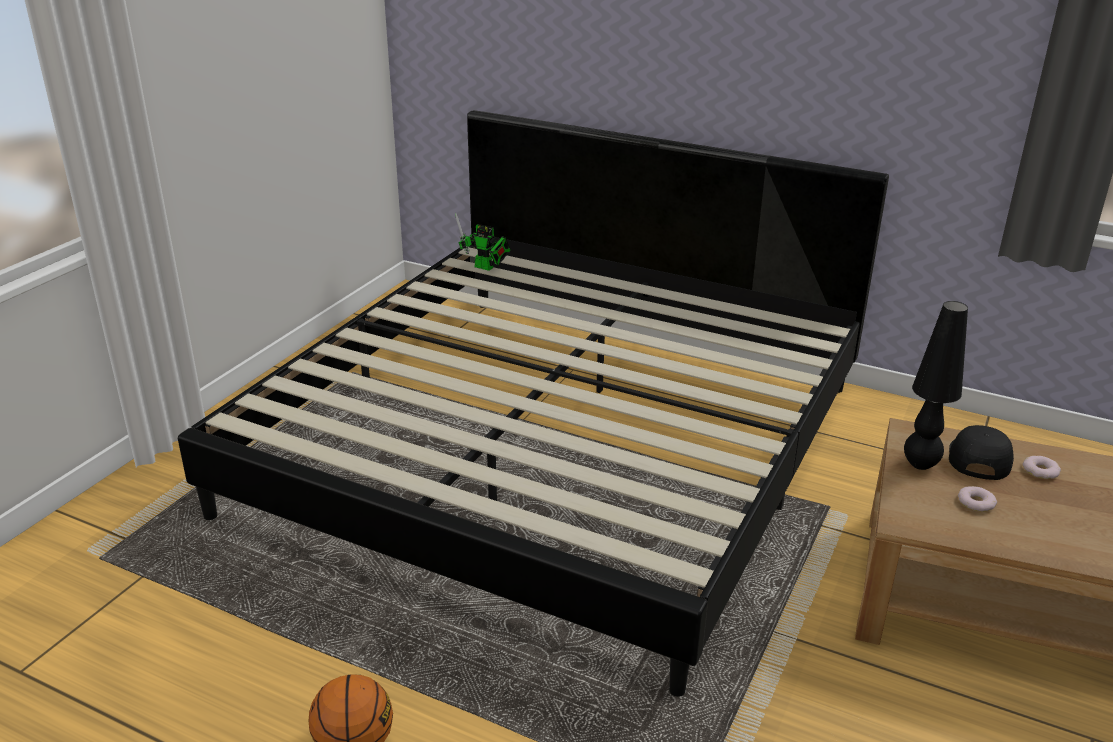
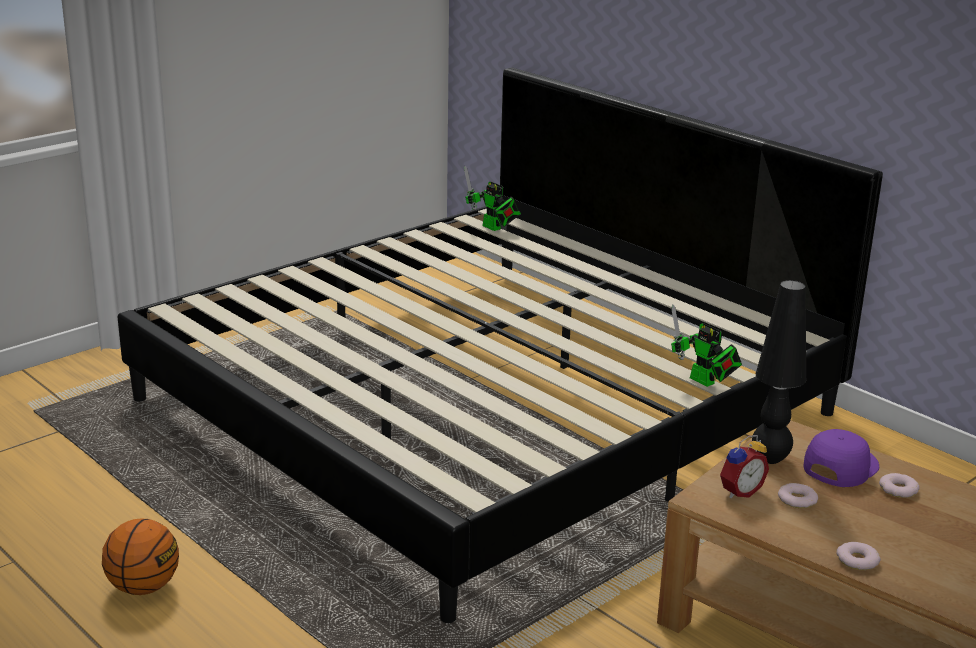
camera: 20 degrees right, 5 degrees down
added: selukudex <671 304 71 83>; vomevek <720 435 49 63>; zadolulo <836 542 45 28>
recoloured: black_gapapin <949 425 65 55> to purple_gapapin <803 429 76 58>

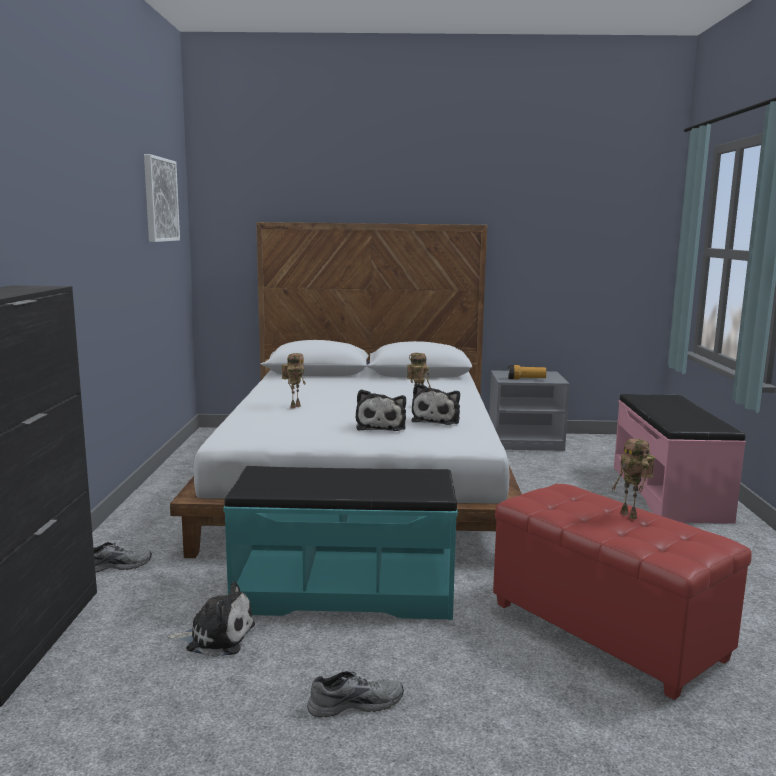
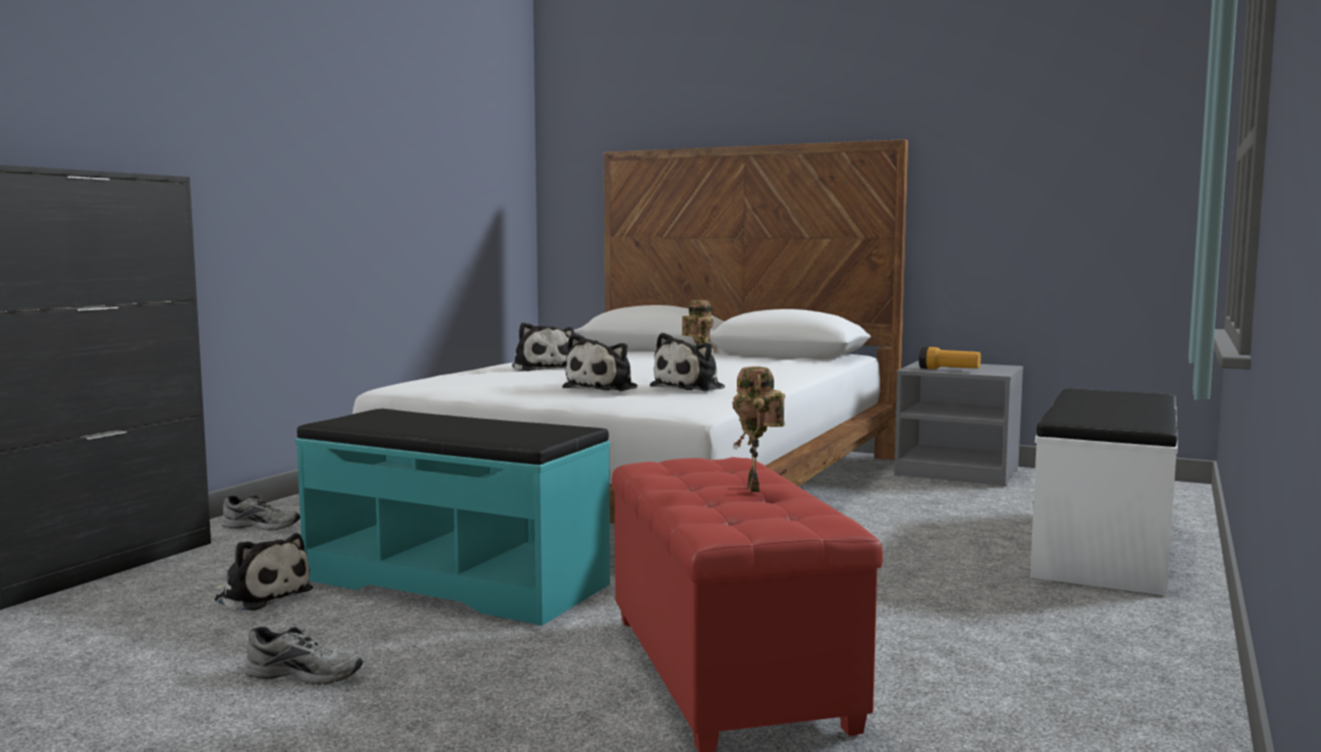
camera: 25 degrees right, 5 degrees down
removed: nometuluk <144 154 36 88>
replaced: selukudex <281 353 25 56> to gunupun <512 323 63 48>
recoloured: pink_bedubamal <614 394 132 130> to white_bedubamal <1030 388 148 208>

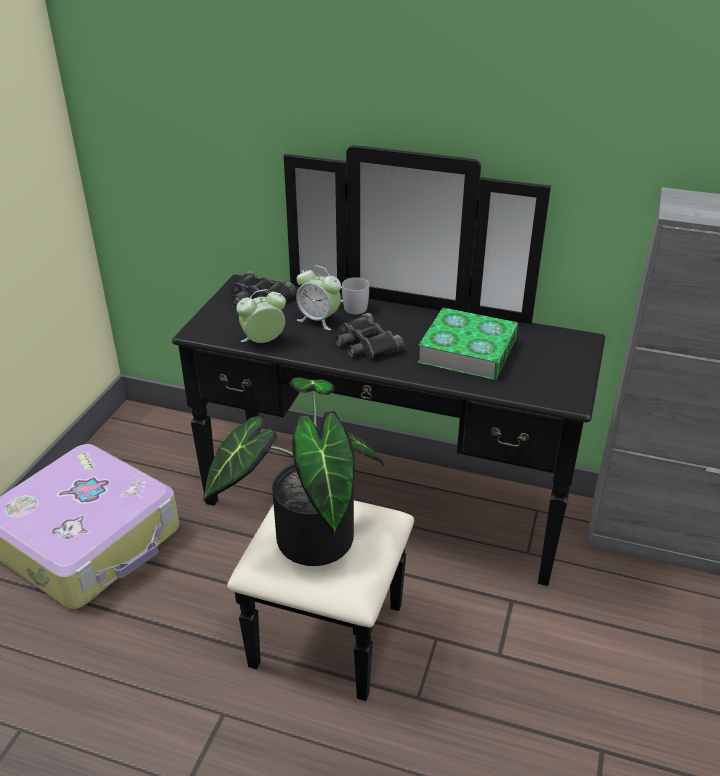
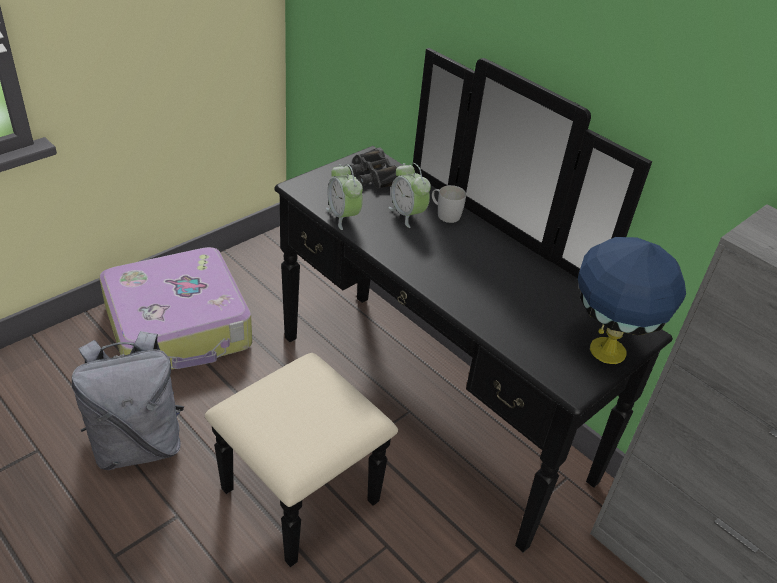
camera: 25 degrees right, 5 degrees up
removed: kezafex <203 377 181 189>; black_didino <335 313 69 46>; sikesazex <418 308 100 72>
added: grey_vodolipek <72 331 112 139>; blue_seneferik <578 237 108 127>
turned: vomevek <236 289 50 54> = <326 164 37 66> 120 degrees counterclockwise

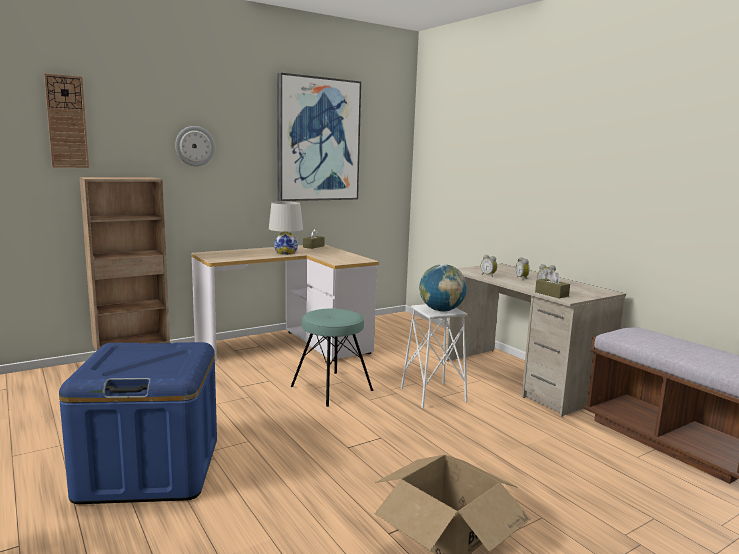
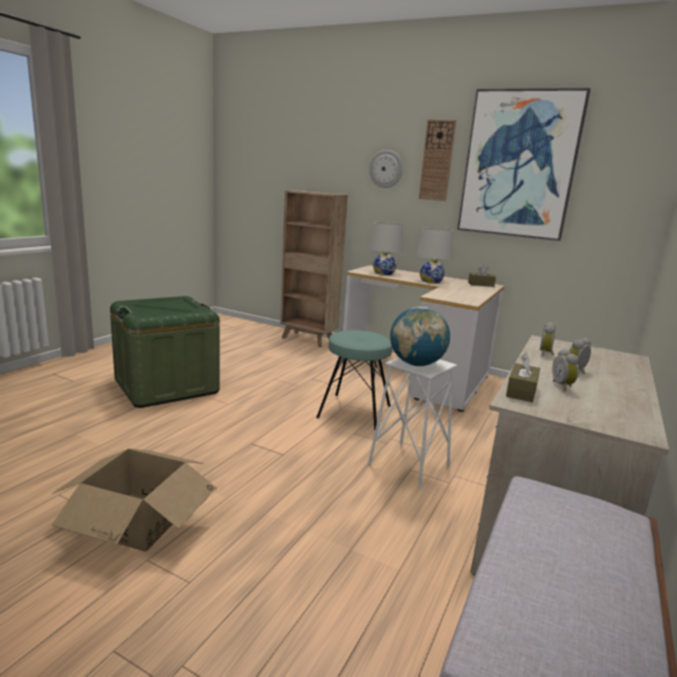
camera: 60 degrees right, 5 degrees up
added: white_seneferik <369 222 34 53>
moved: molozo <44 73 45 95> to <419 120 37 81>
recoloured: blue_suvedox <59 342 158 162> to green_suvedox <110 296 110 112>

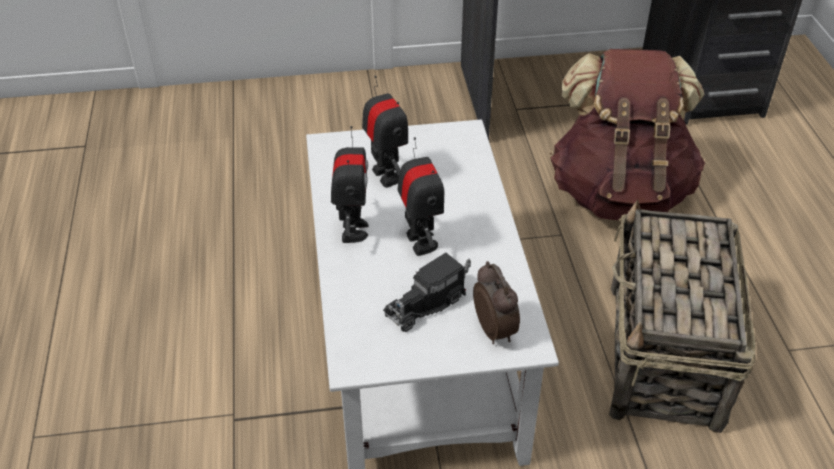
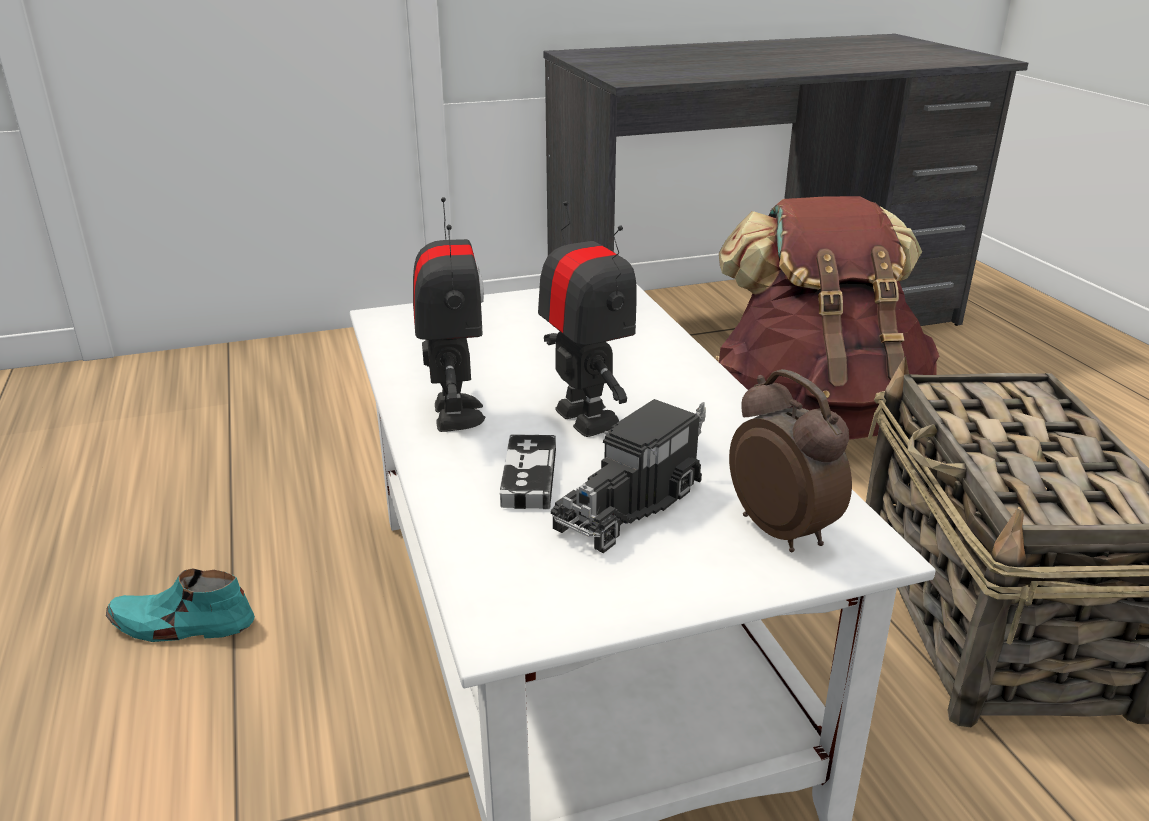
camera: 10 degrees left, 15 degrees down
removed: selukudex <362 75 46 113>
added: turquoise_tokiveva <106 568 149 74>; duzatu <500 434 56 75>

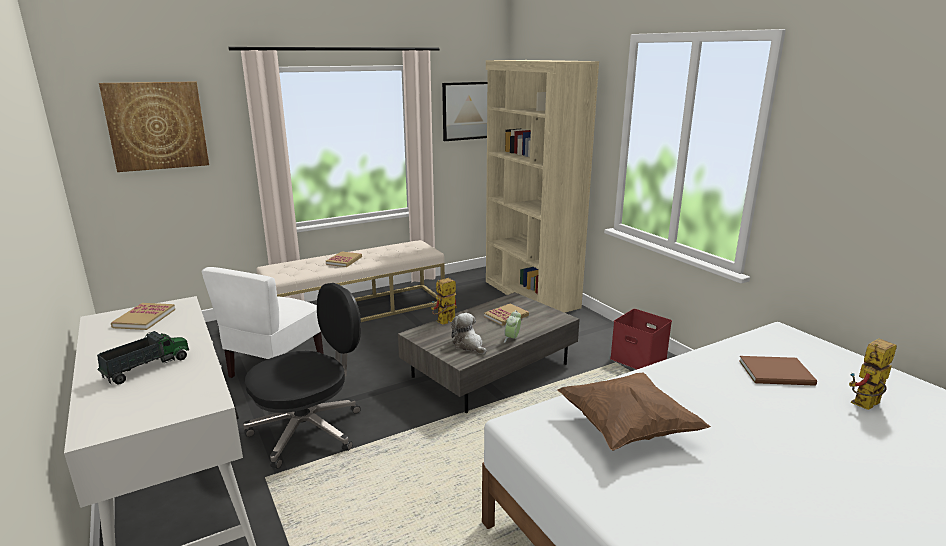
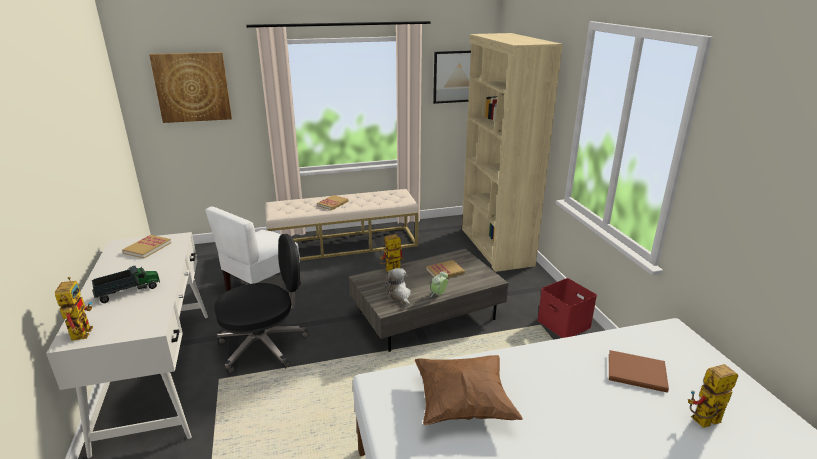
camera: 15 degrees right, 5 degrees up
added: selukudex <55 277 38 64>

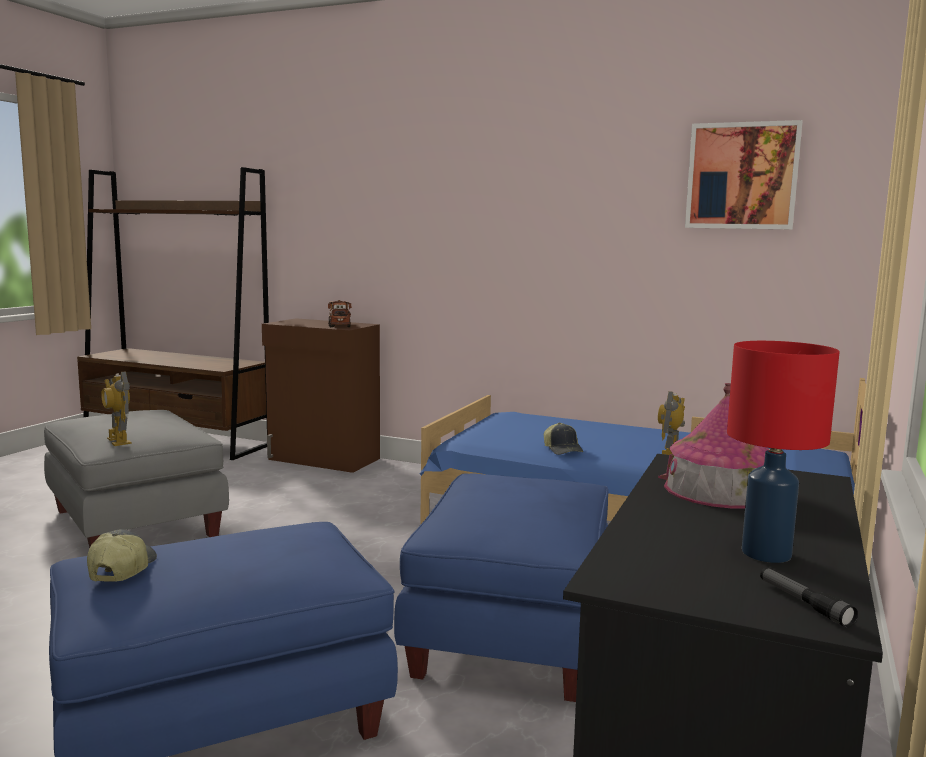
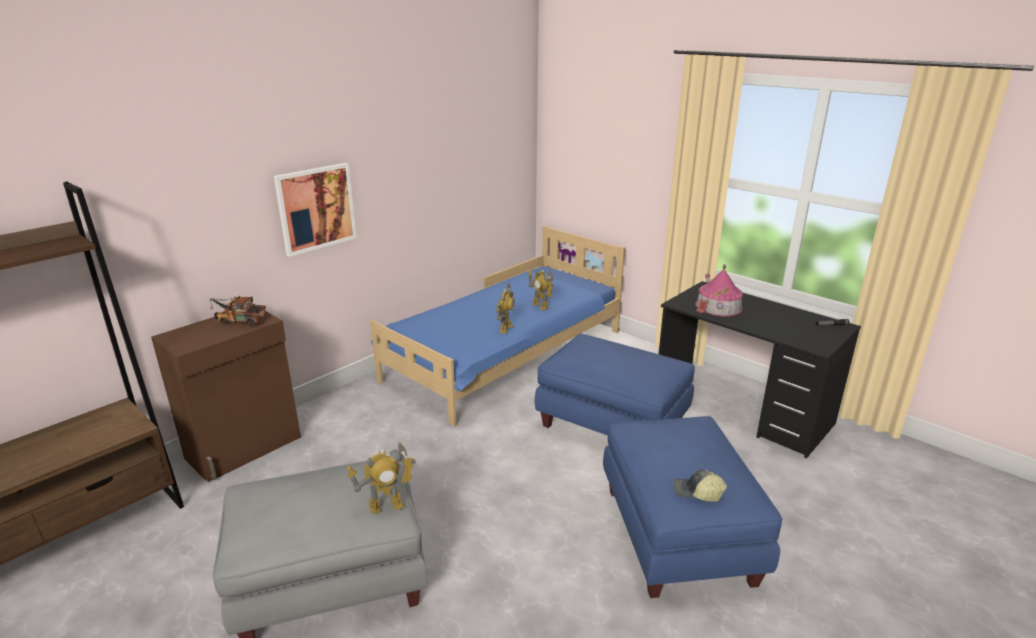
camera: 70 degrees left, 15 degrees up
removed: red_seneferik <727 341 113 222>
moved: nometuluk <685 120 118 110> to <274 163 83 94>
replaced: gapapin <544 423 39 32> to selukudex <496 283 19 51>

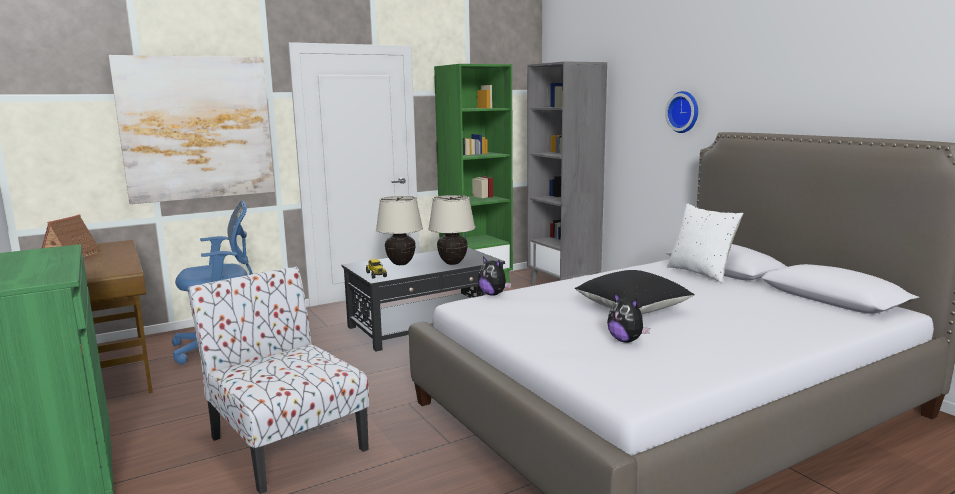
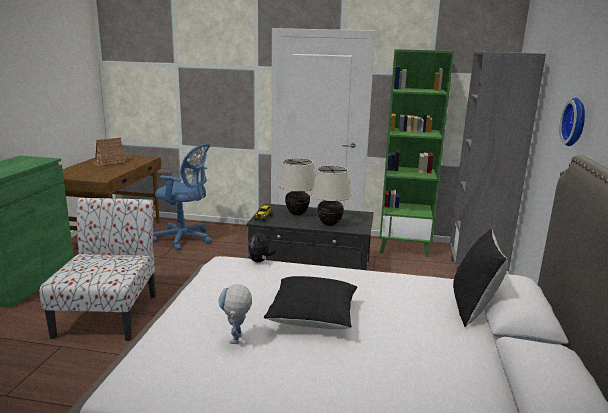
camera: 40 degrees right, 5 degrees up
removed: nometuluk <109 55 166 149>
replaced: gunupun <607 293 43 50> to selukudex <218 284 34 60>
recoloured: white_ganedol <667 203 76 80> to black_ganedol <453 229 55 98>

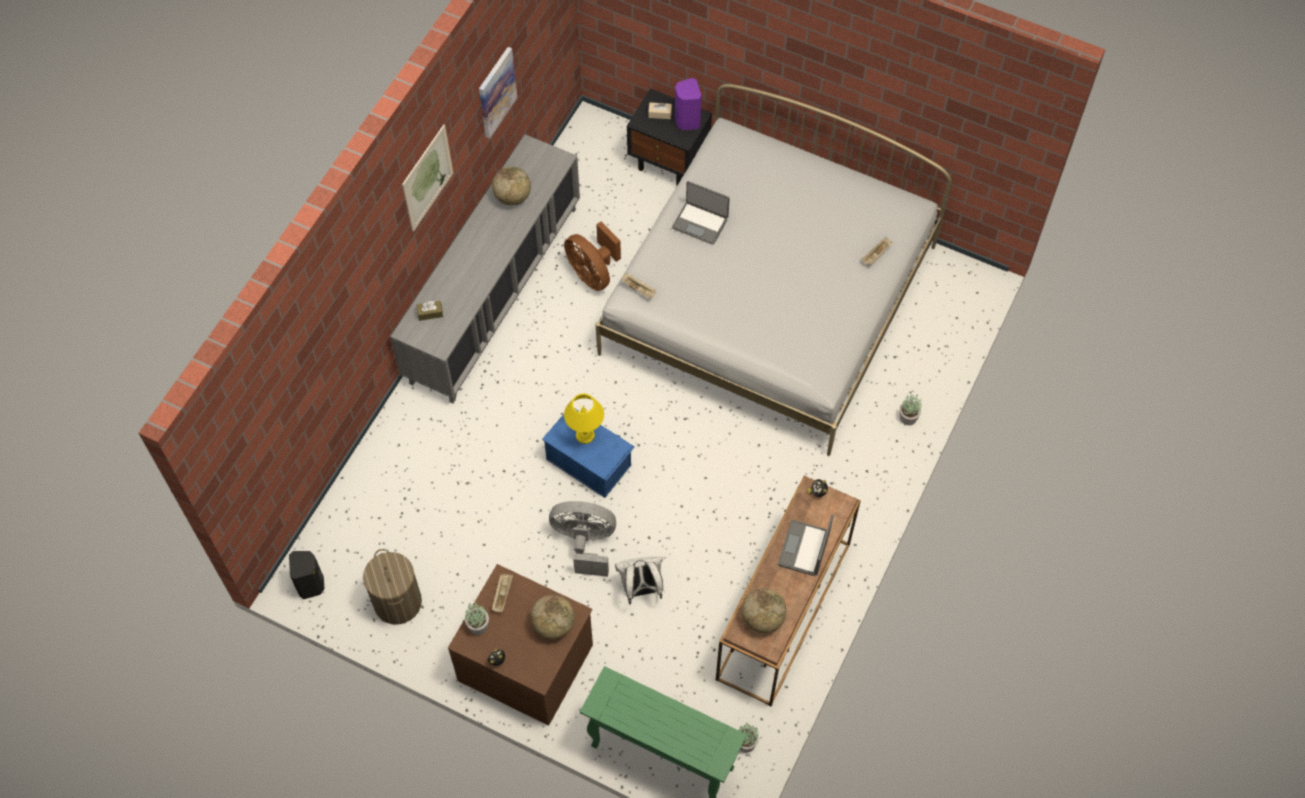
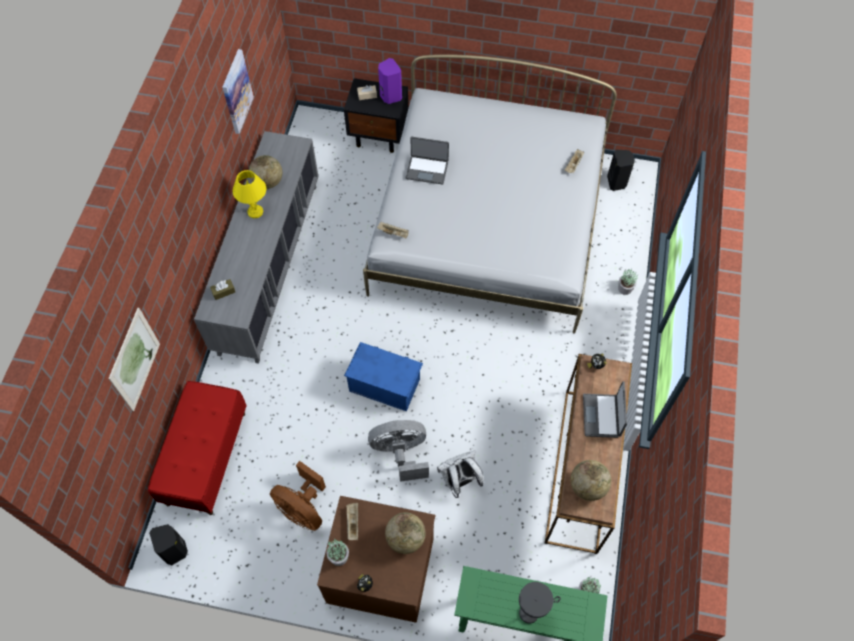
camera: 15 degrees left, 0 degrees up
removed: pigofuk <363 549 59 76>
added: red_bedubamal <148 381 99 134>; grey_seneferik <519 582 42 42>; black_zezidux <607 150 28 41>
moved: nometuluk <402 125 51 107> to <108 308 52 103>; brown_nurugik <564 221 57 70> to <270 461 56 70>; yellow_seneferik <564 393 40 51> to <232 170 34 48>

